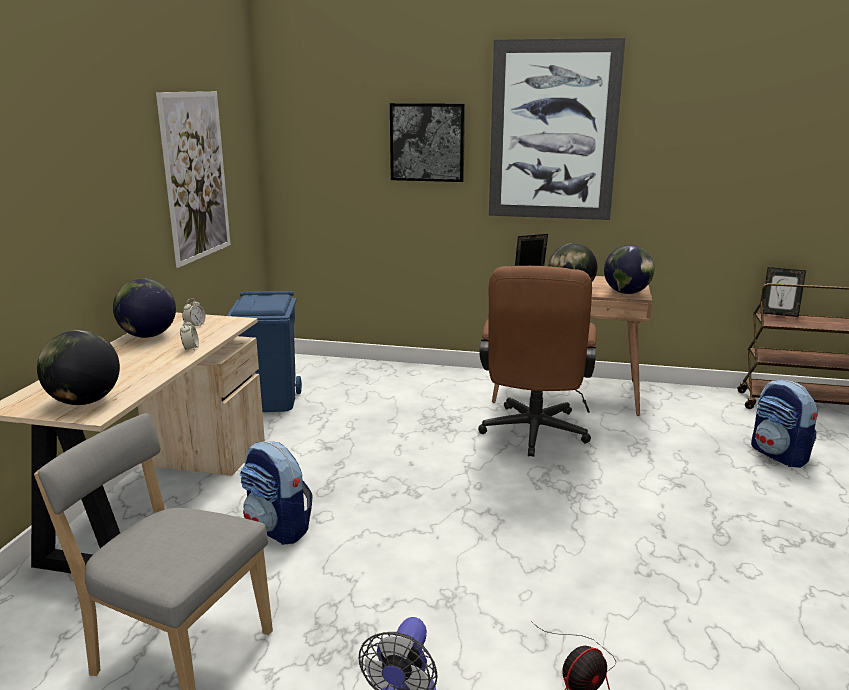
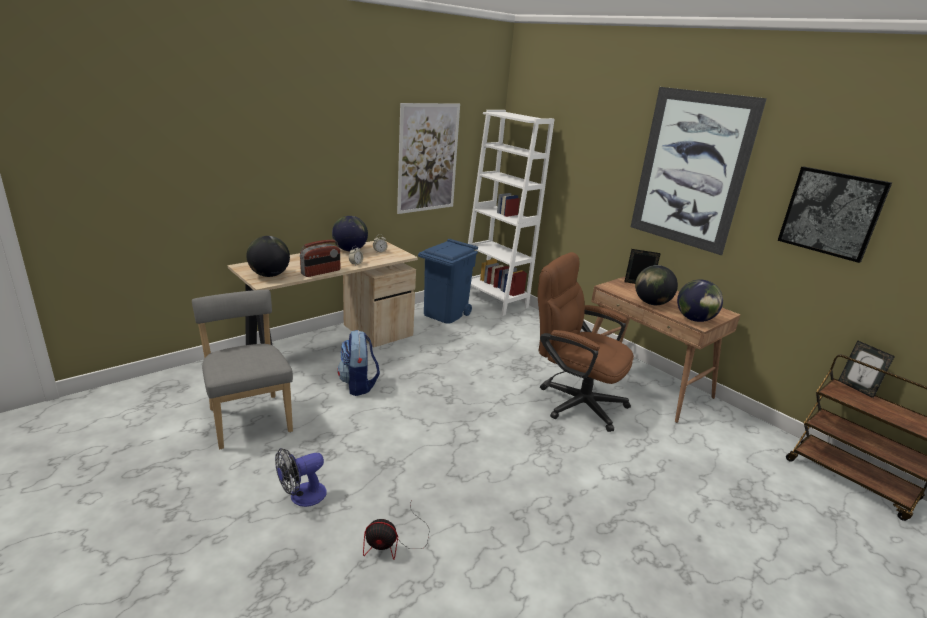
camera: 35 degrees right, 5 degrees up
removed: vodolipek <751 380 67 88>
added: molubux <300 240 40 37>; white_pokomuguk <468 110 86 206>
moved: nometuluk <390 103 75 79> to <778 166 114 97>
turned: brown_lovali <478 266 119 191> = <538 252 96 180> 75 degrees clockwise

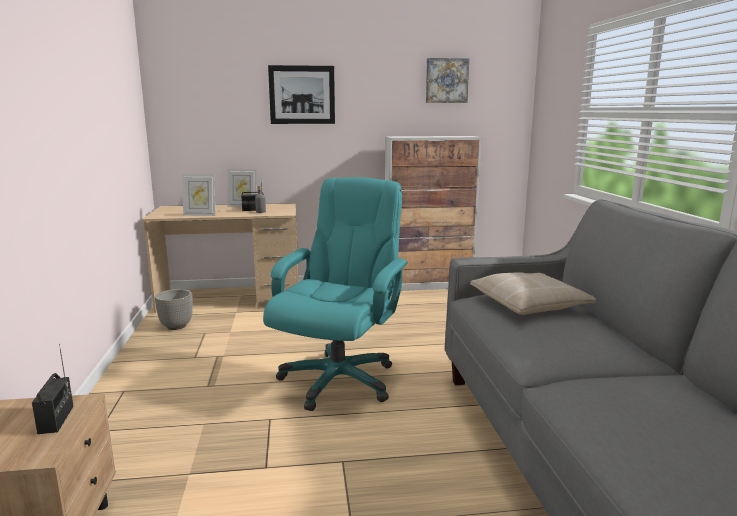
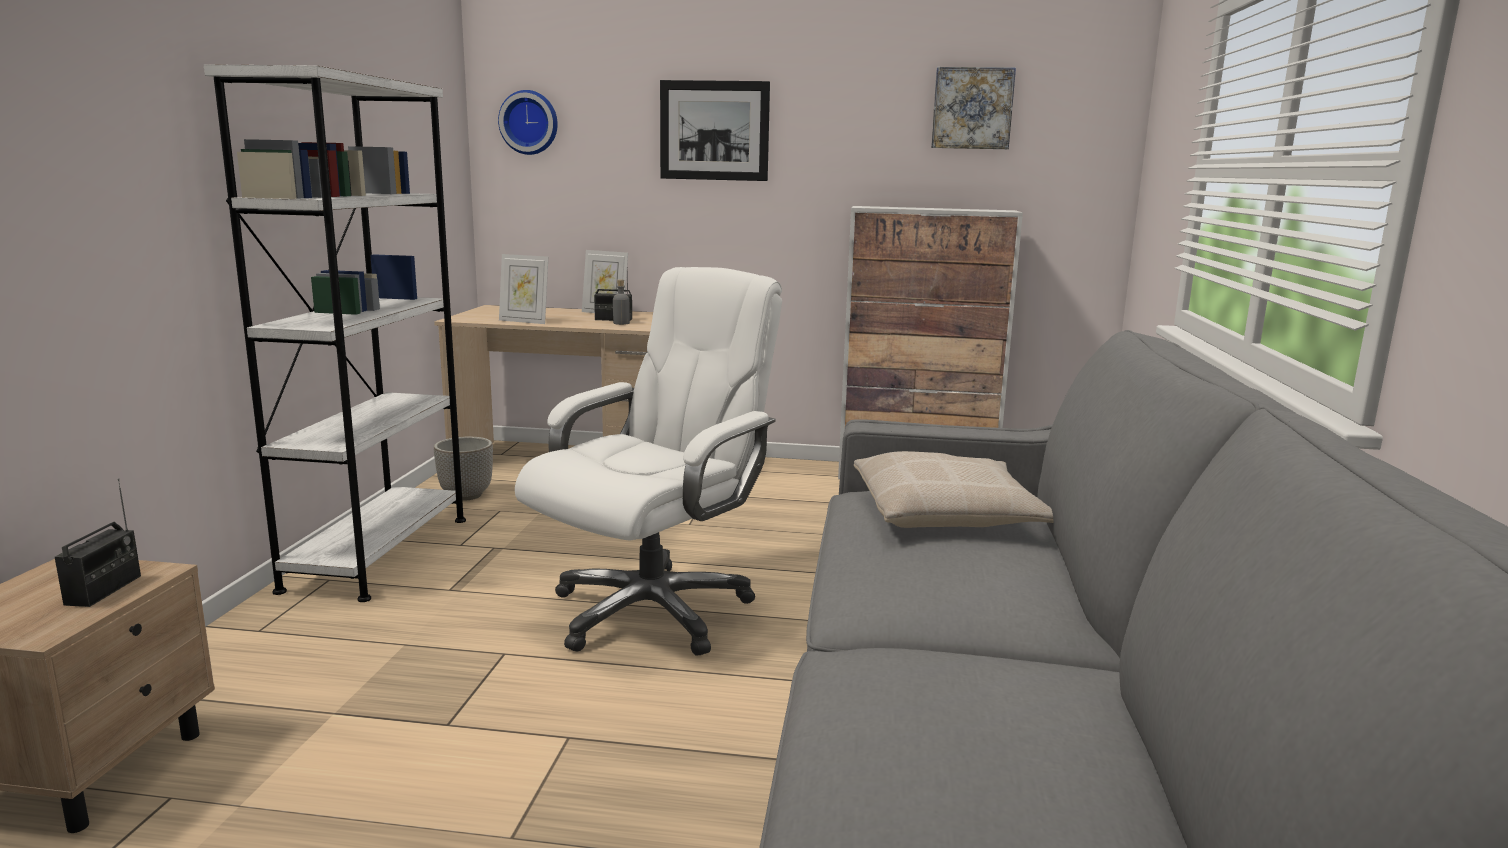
camera: 15 degrees right, 0 degrees up
added: white_pokomuguk <204 64 262 538>; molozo <498 90 60 65>
recoloured: turquoise_lovali <263 177 145 234> to white_lovali <515 267 267 389>

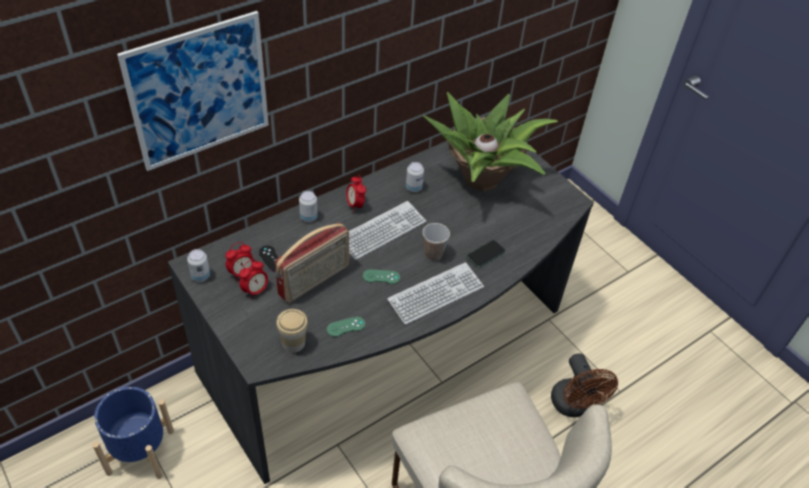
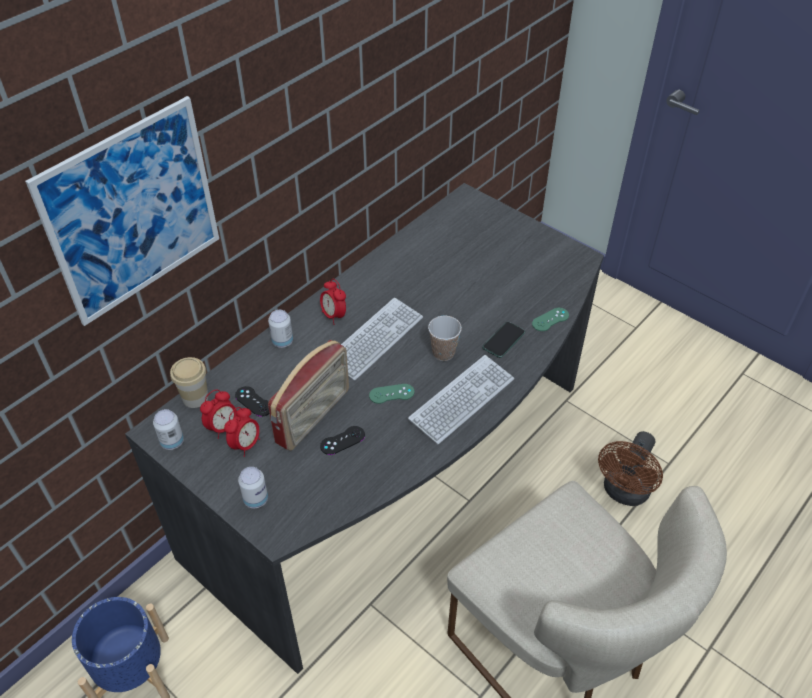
camera: 10 degrees left, 0 degrees up
removed: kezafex <423 92 135 100>
added: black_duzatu <320 426 45 29>
moved: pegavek <276 309 32 44> to <170 357 38 51>; green_duzatu <327 317 38 20> to <532 308 37 23>; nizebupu <406 162 18 30> to <238 467 30 41>
turned: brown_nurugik <551 354 67 63> = <598 431 65 75> 60 degrees clockwise

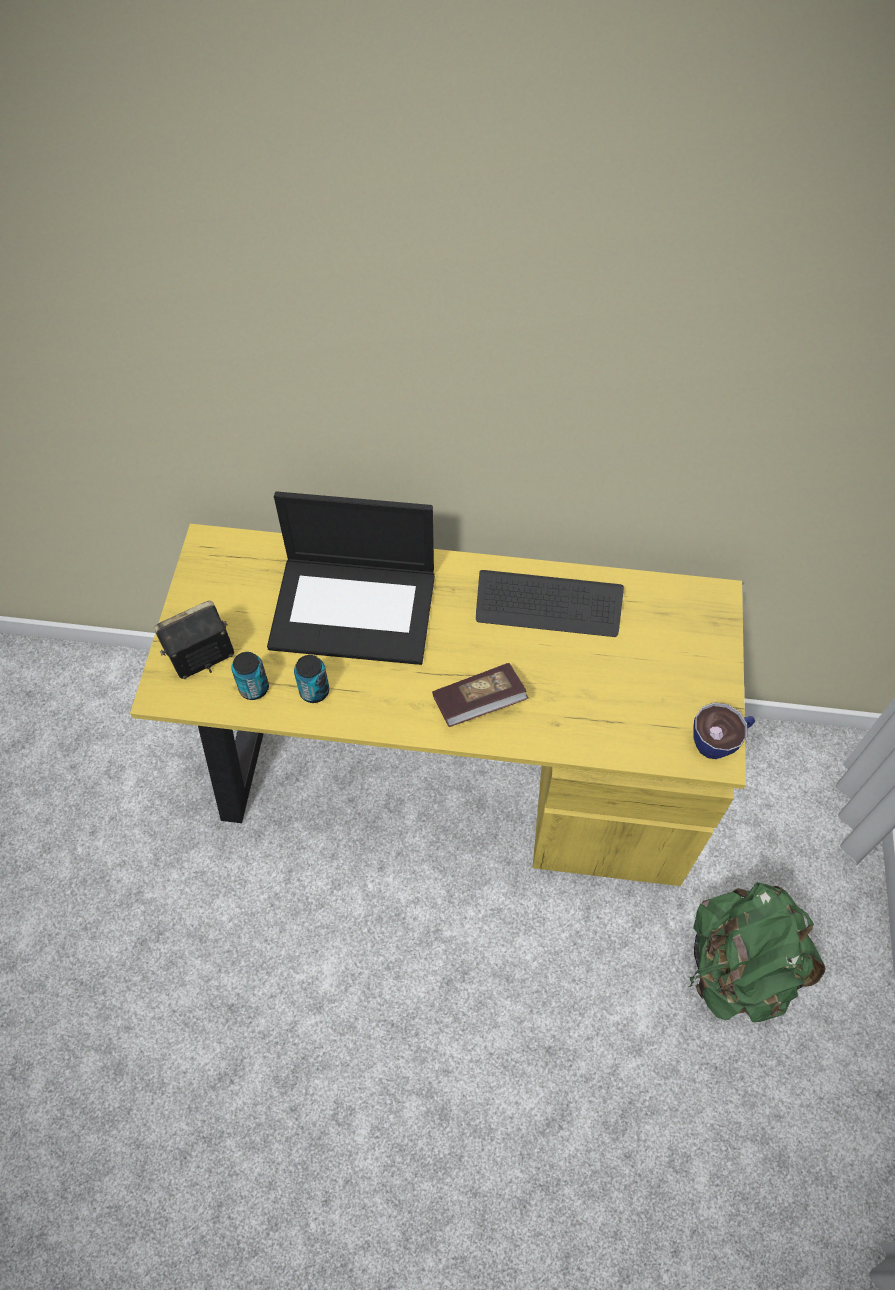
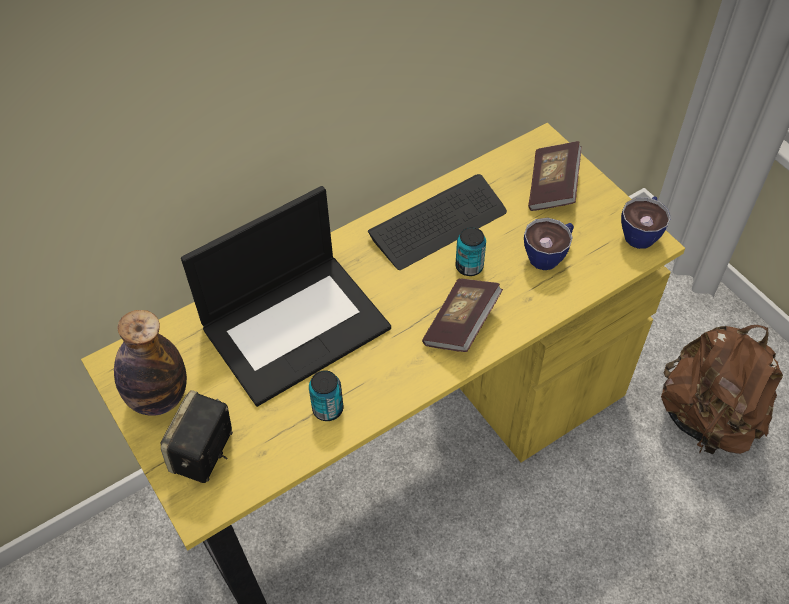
camera: 40 degrees left, 5 degrees down
added: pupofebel <114 310 73 106>; pegavek <524 218 50 52>; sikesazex <528 141 54 70>
moved: nizebupu <231 652 38 48> to <456 227 30 49>
recoloured: green_vodolipek <689 882 136 140> to brown_vodolipek <661 325 122 129>

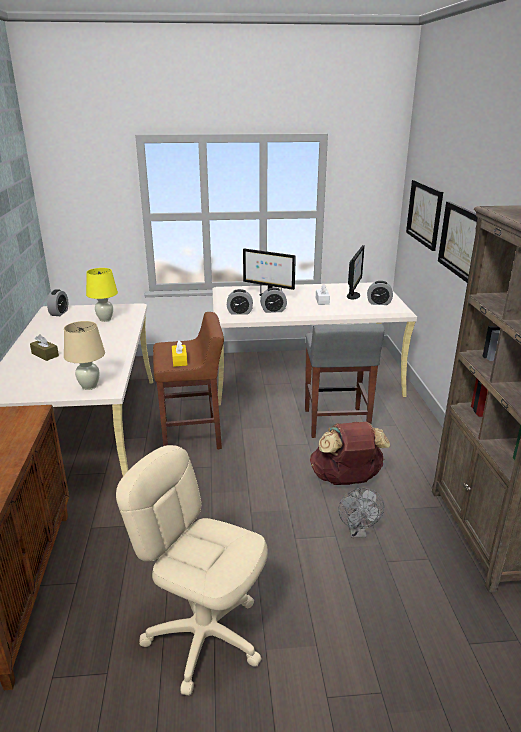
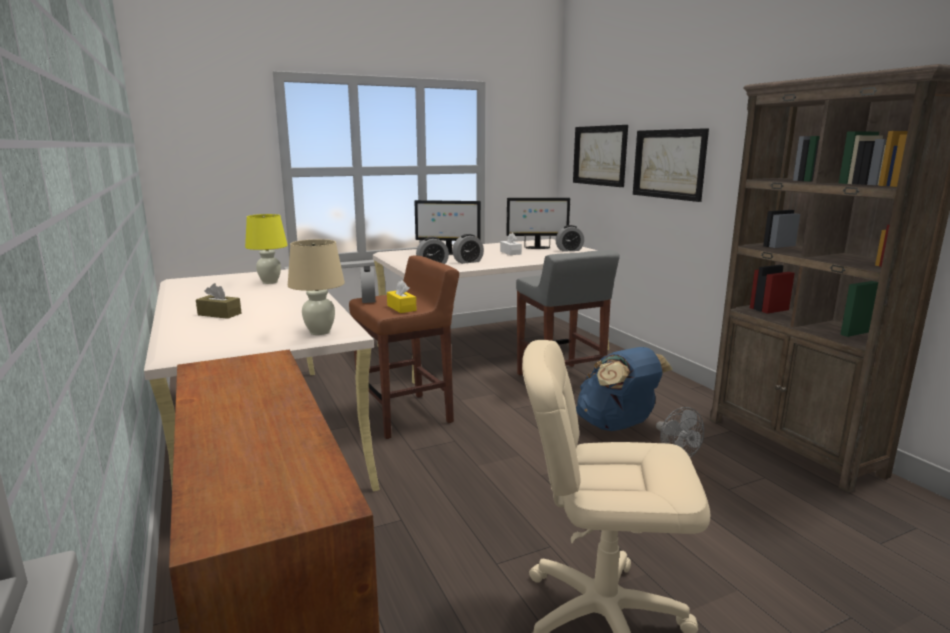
camera: 20 degrees left, 10 degrees down
moved: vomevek <47 289 21 27> to <360 266 15 37>
recoloured: brown_vodolipek <310 421 80 64> to blue_vodolipek <576 347 97 84>
turned: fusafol <347 245 18 54> = <506 198 64 51> 90 degrees clockwise

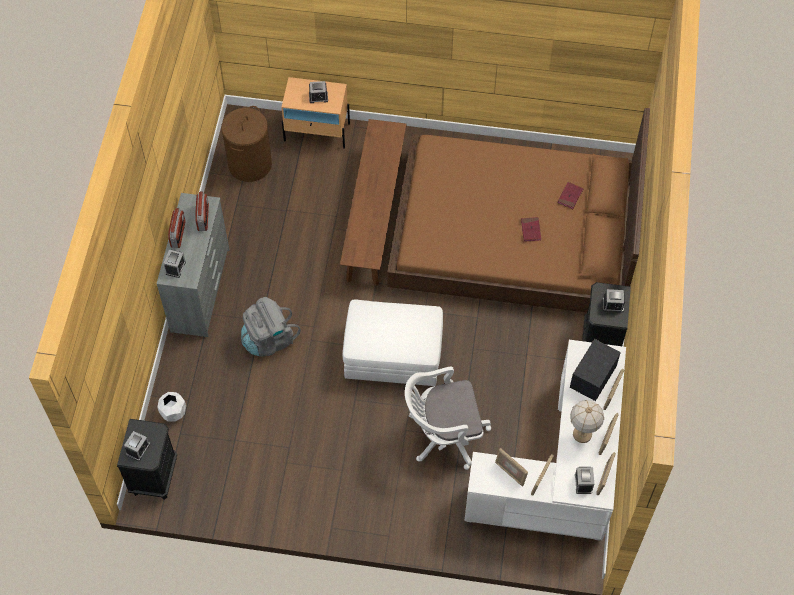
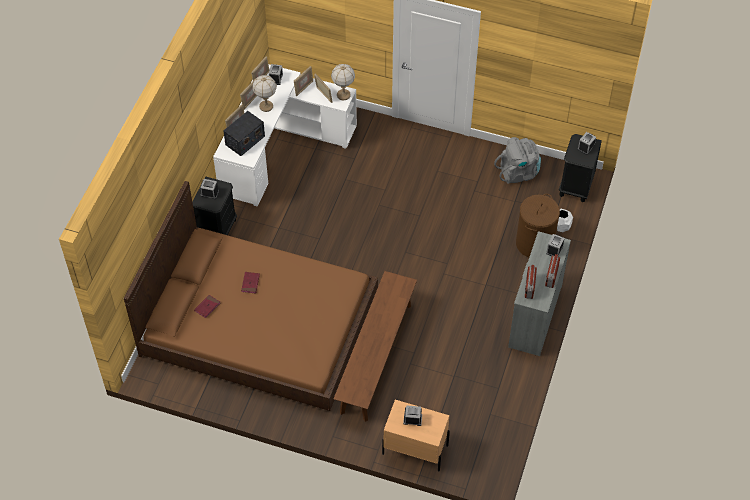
camera: 170 degrees left, 5 degrees down
removed: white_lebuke <343 300 100 86>; white_lovali <405 367 86 103>
added: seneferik <331 64 24 36>
moved: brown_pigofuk <221 106 51 76> to <516 194 44 63>; grey_vodolipek <241 297 60 59> to <494 137 47 47>

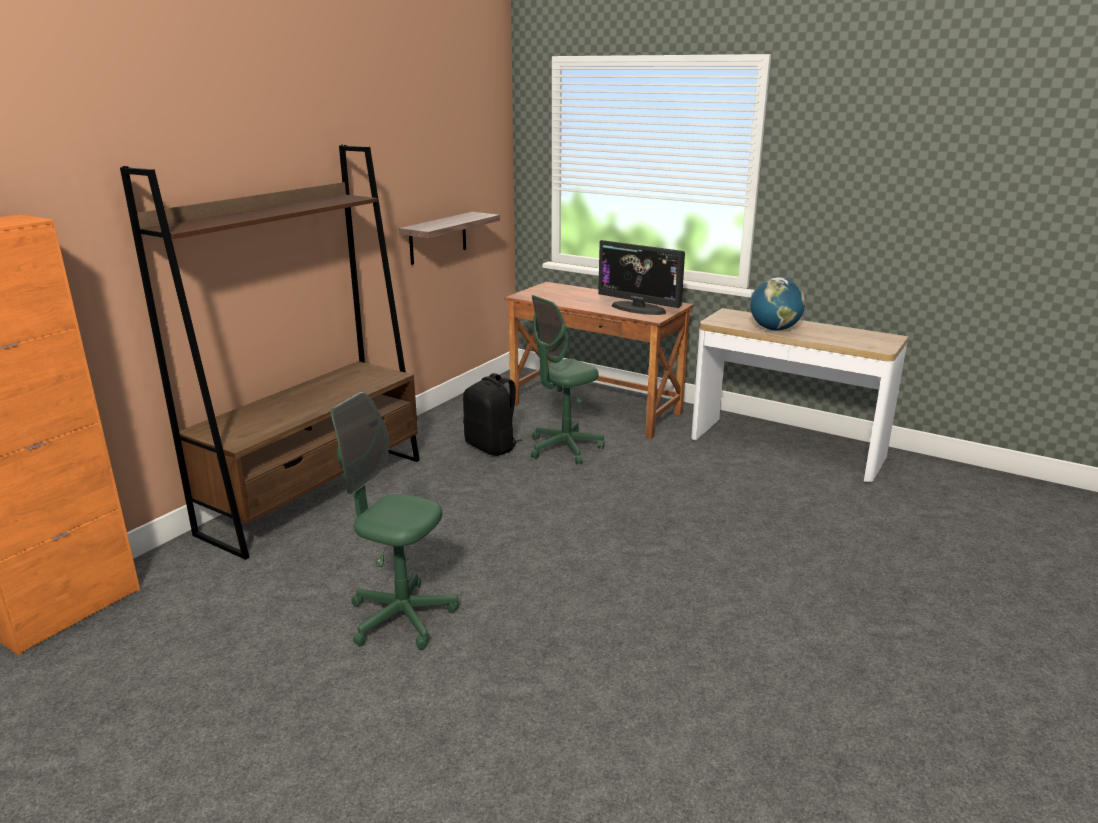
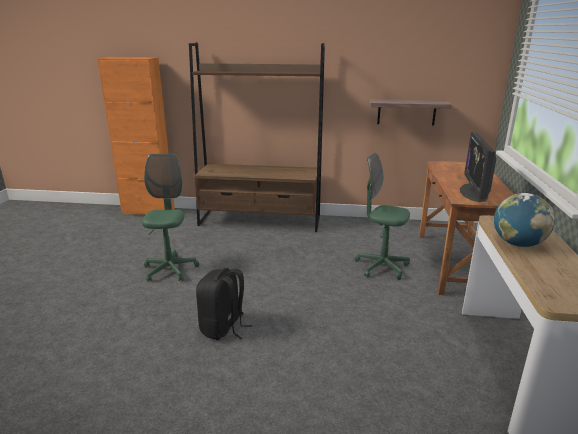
camera: 65 degrees right, 0 degrees up
moved: black_vodolipek <463 373 59 83> to <196 268 56 72>

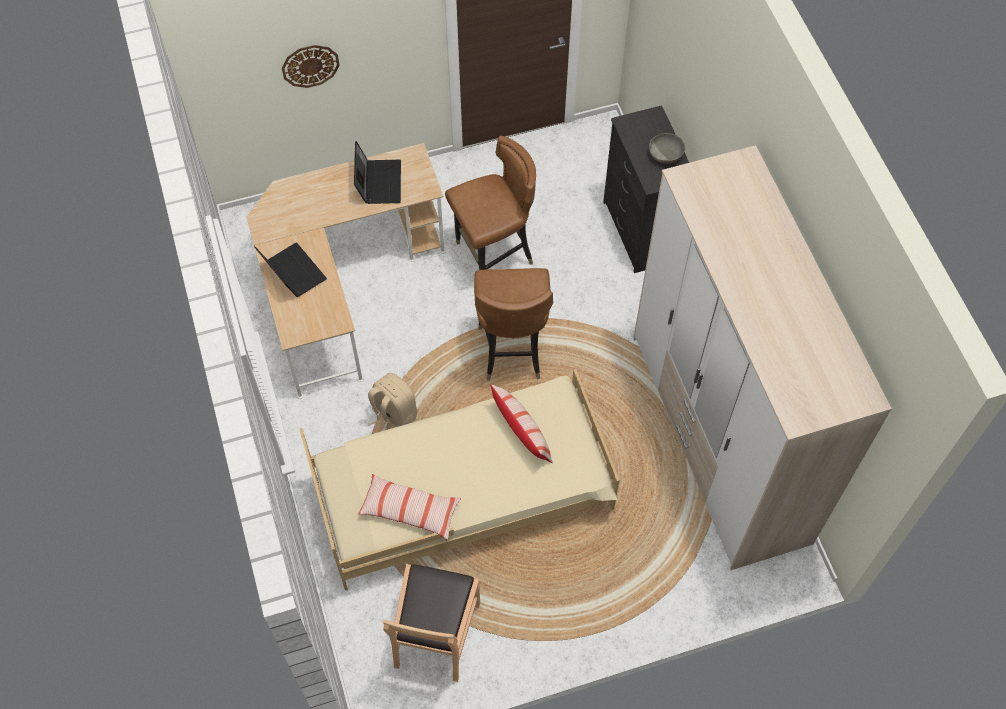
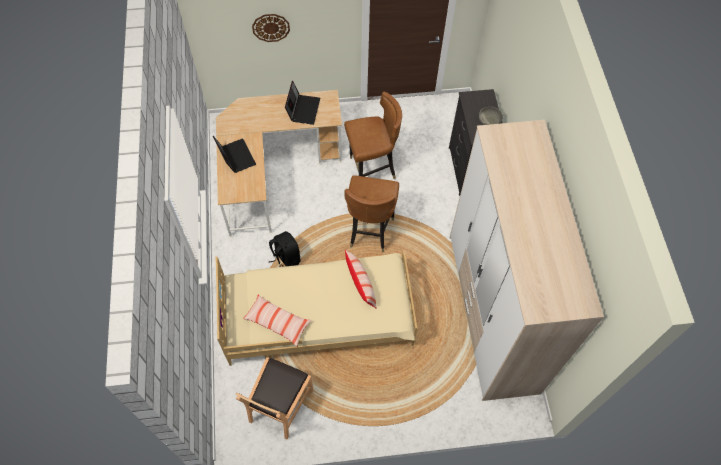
camera: 10 degrees right, 0 degrees up
recoloured: beige_vodolipek <368 373 49 57> to black_vodolipek <269 231 32 36>

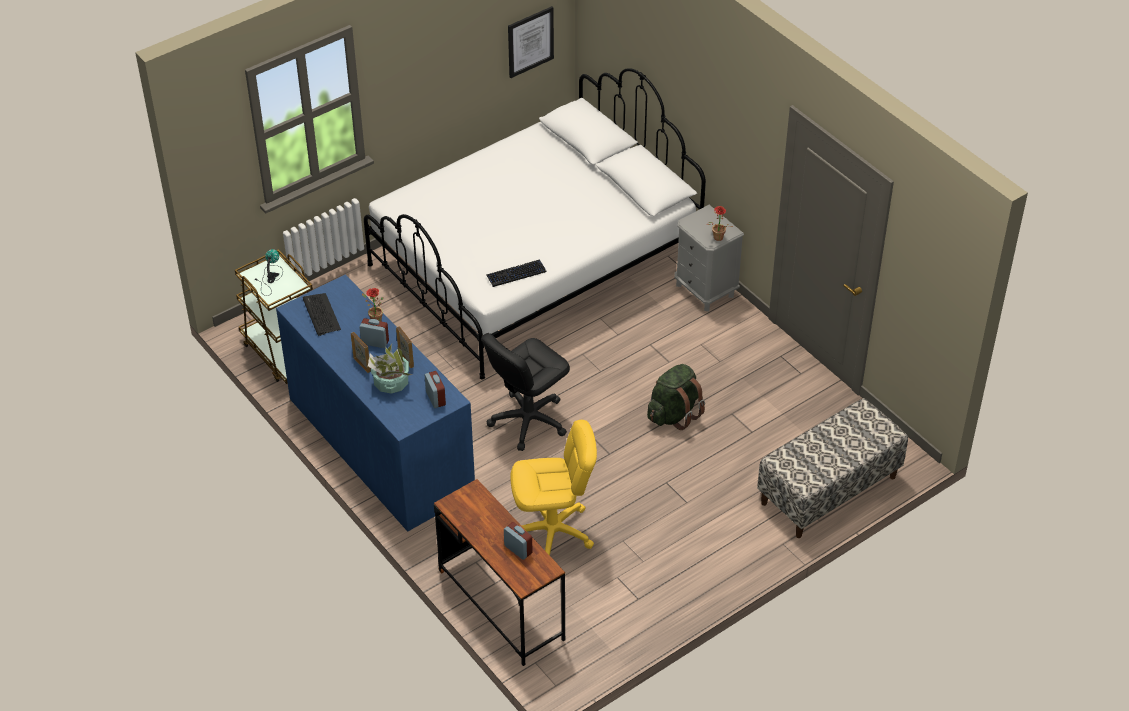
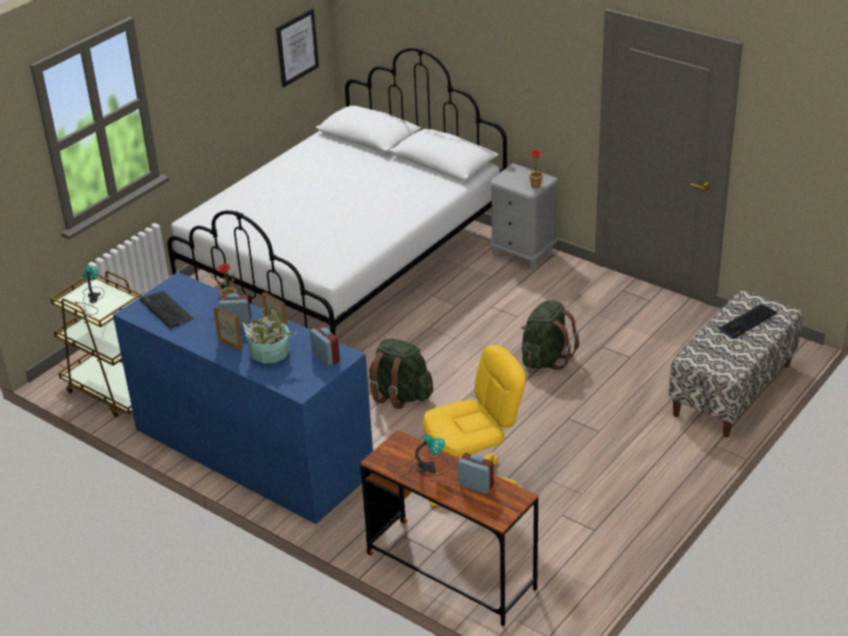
camera: 15 degrees left, 10 degrees down
added: seneferik <393 435 57 42>
moved: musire <486 260 60 27> to <718 304 59 35>
replaced: black_lovali <481 333 89 118> to green_vodolipek <370 339 63 70>

